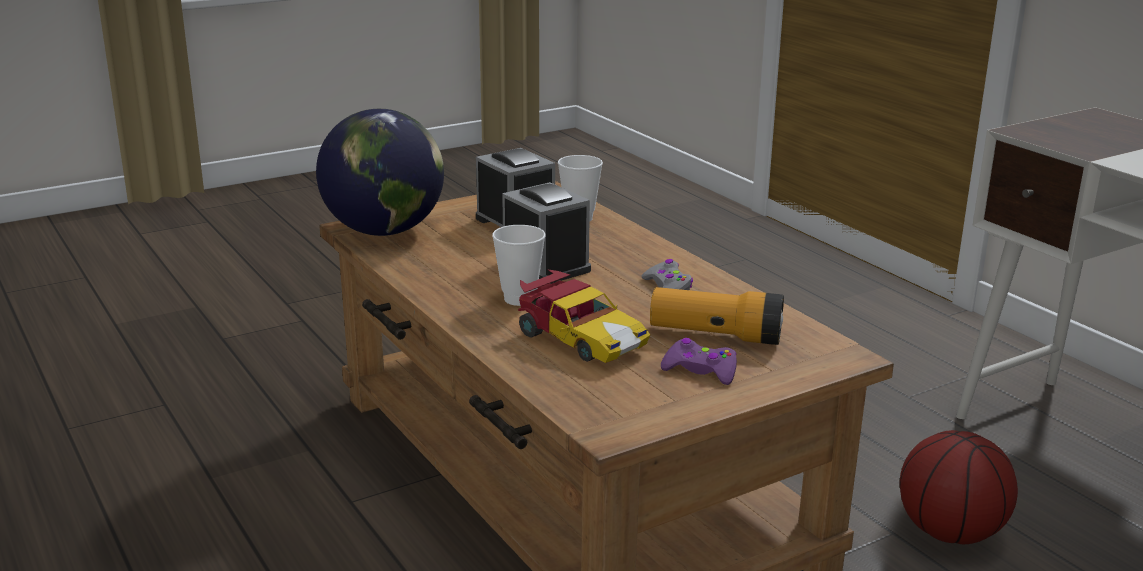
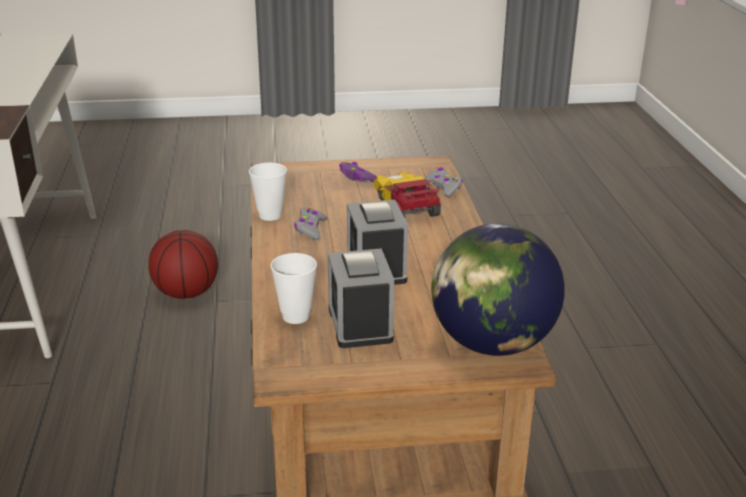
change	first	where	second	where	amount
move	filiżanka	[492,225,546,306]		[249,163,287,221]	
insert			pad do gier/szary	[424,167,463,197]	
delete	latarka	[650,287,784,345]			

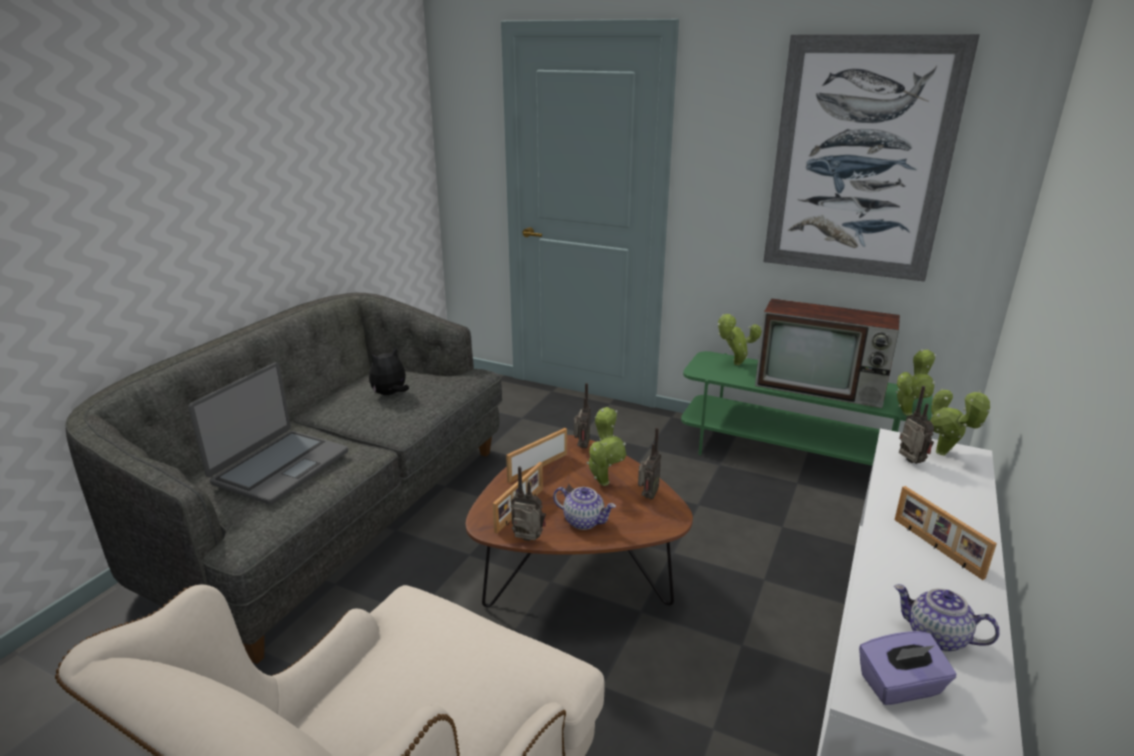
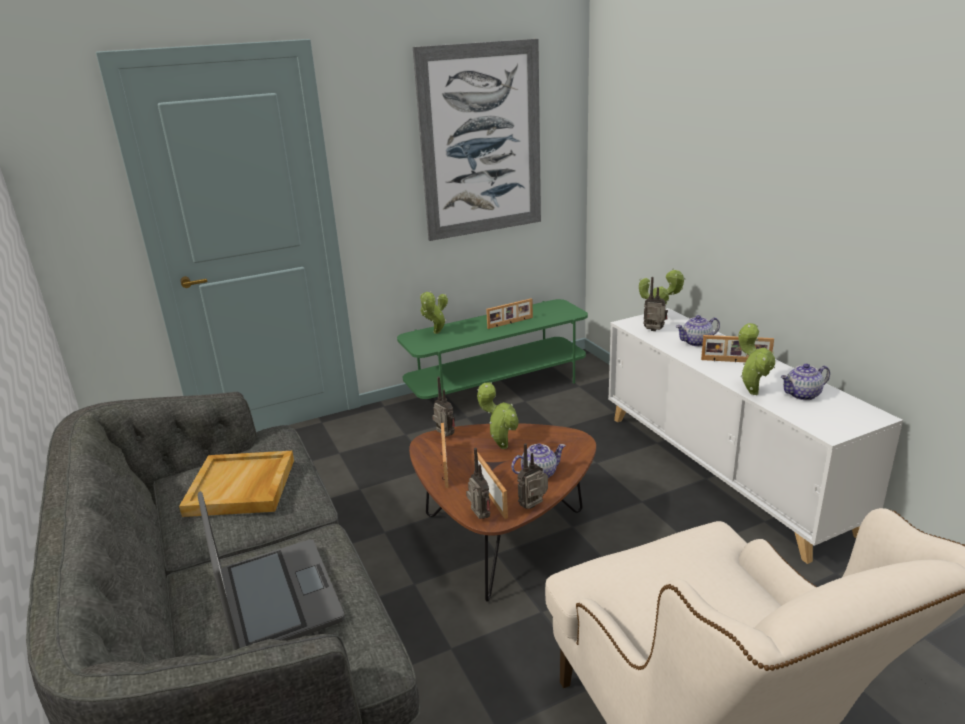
change	first	where	second	where	amount
replace	pluszak	[369,348,409,395]	taca/beżowy	[179,451,294,517]	
move	radio	[638,427,661,500]		[466,448,490,519]	
replace	telewizor	[755,298,900,408]	ramka na zdjęcie	[486,298,533,329]	
insert			imbryk	[676,315,720,347]	
move	roślina doniczkowa	[896,349,936,416]		[739,323,776,395]	
delete	pudełko chusteczek/fioletowy	[859,631,956,705]			

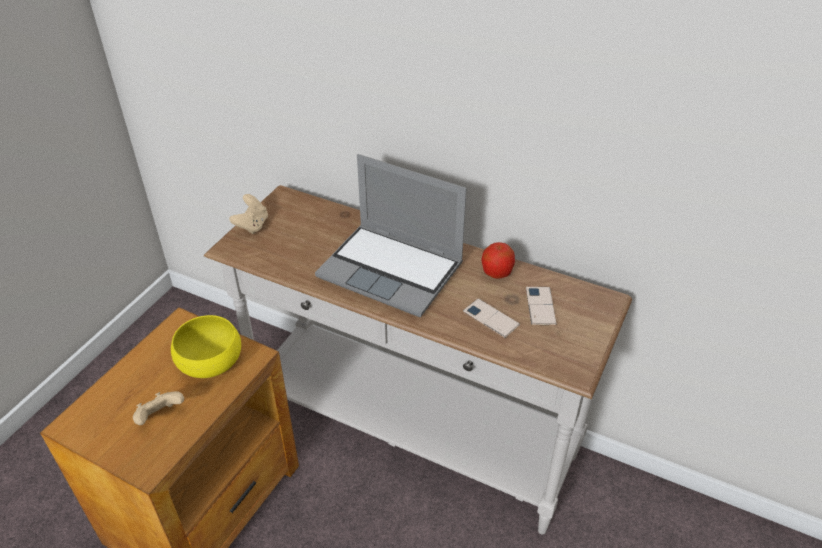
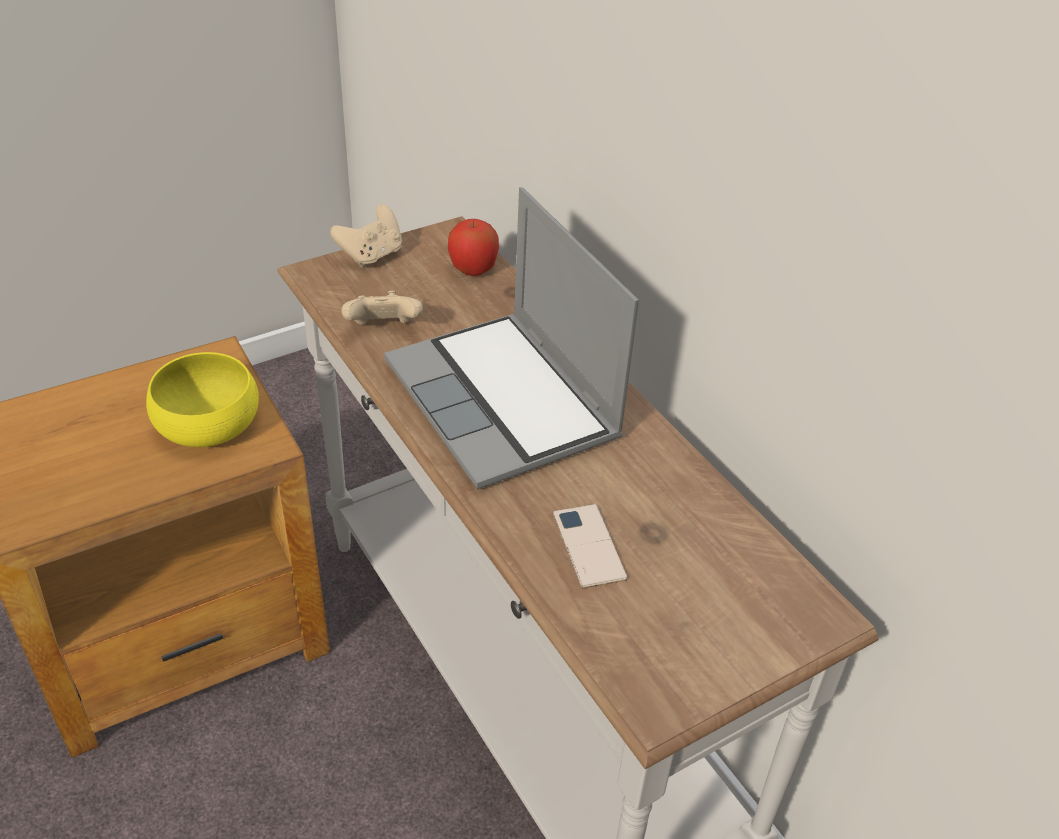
change	first	where	second	where	amount
move	pad do gier/beżowy	[133,391,184,425]		[342,291,423,325]	
move	jabłko	[481,242,515,279]		[448,219,499,276]	
delete	telefon	[526,287,556,325]			

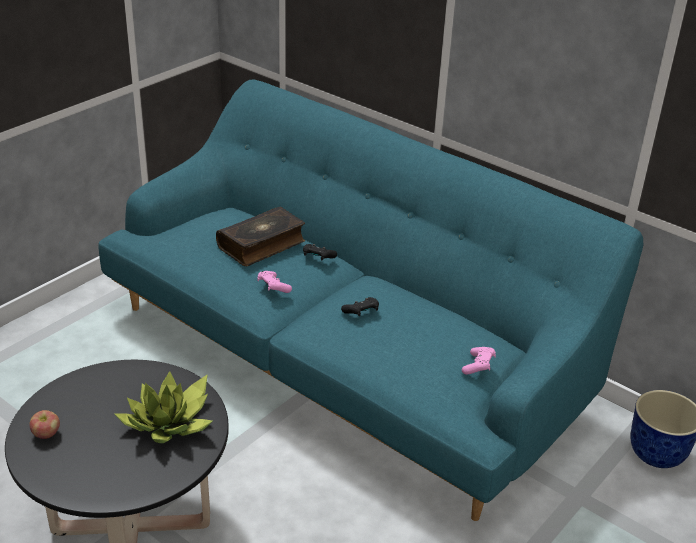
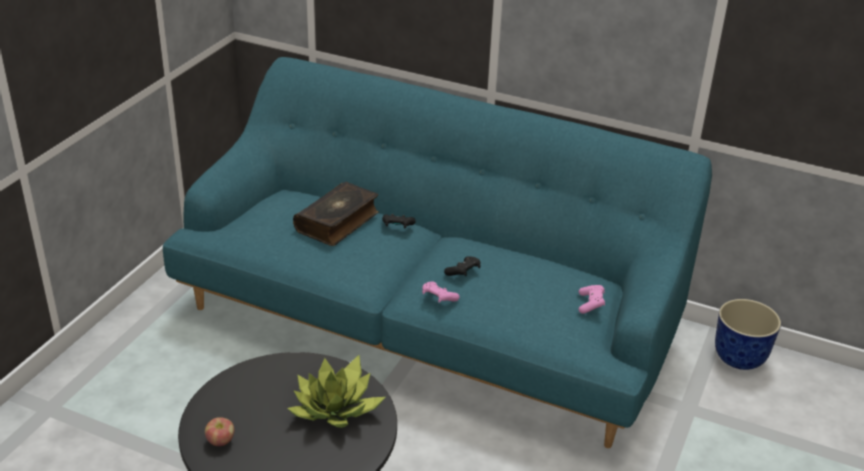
change	first	where	second	where	amount
move	pad do gier/różowy	[257,271,292,293]		[422,281,460,303]	

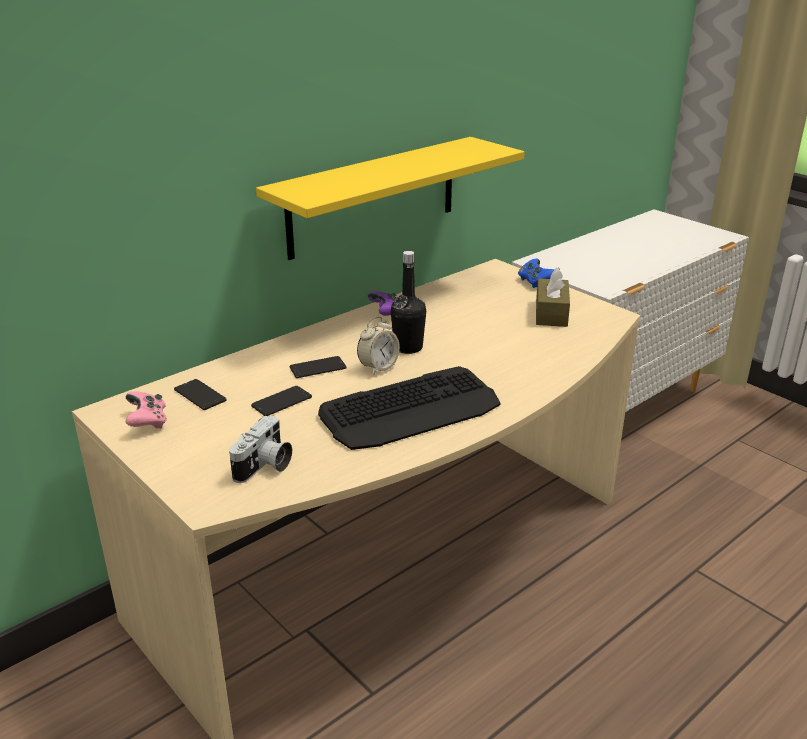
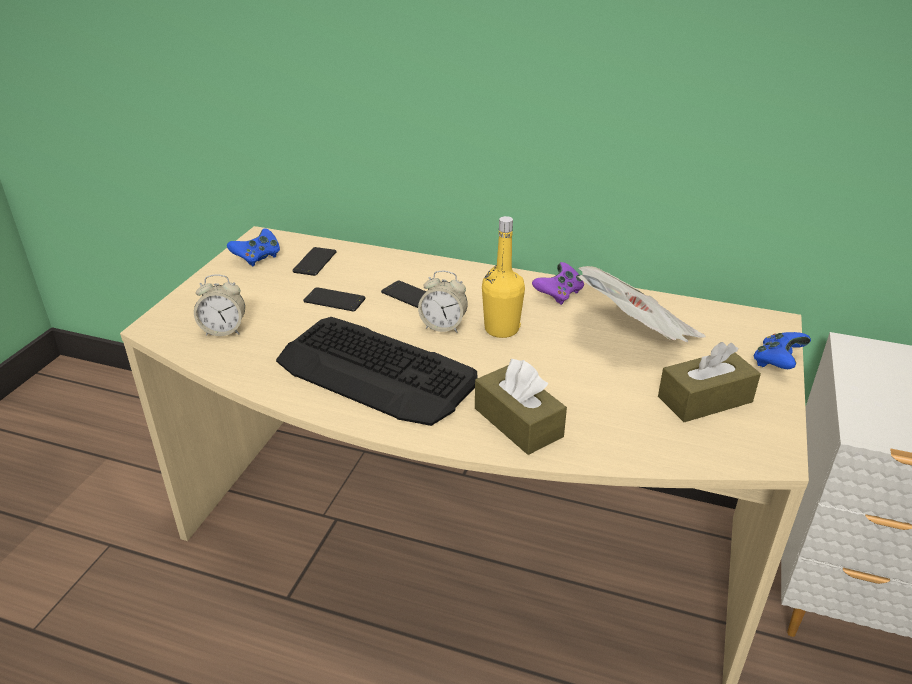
change	first	where	second	where	amount
replace	aparat fotograficzny	[229,416,292,483]	budzik	[194,274,245,336]	
recolor	pad do gier/różowy	[125,391,167,429]	pad do gier/niebieski	[227,228,280,267]	
insert			pudełko chusteczek/brązowy	[475,359,567,455]	
recolor	butelka/czarny	[391,251,426,354]	butelka/żółty	[482,216,525,338]	
insert			gazeta	[577,266,706,342]	
delete	półka/żółty	[256,137,525,260]			

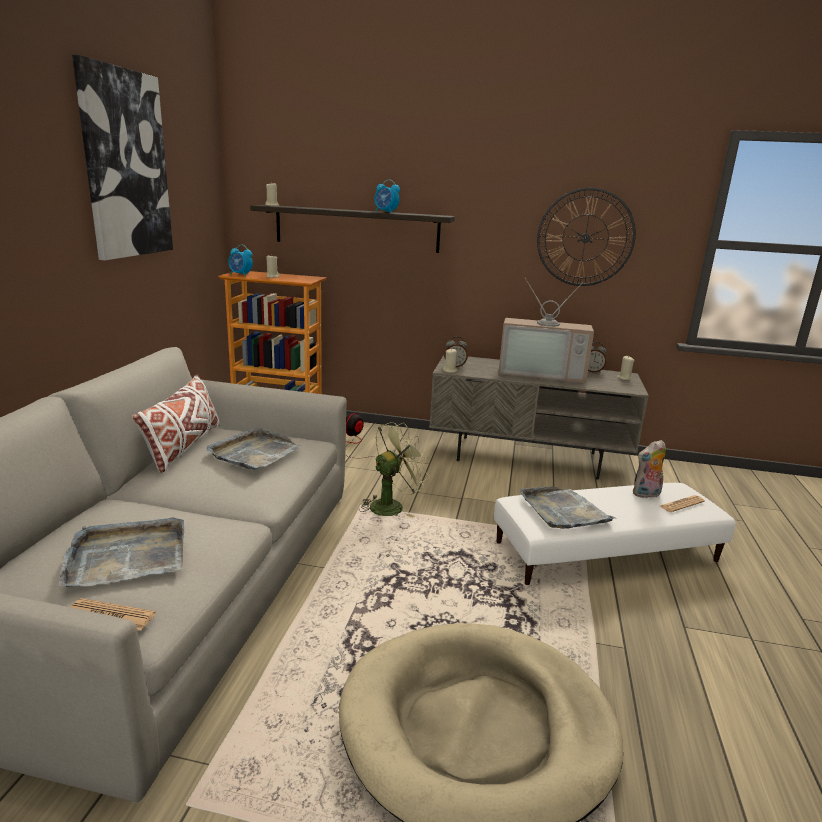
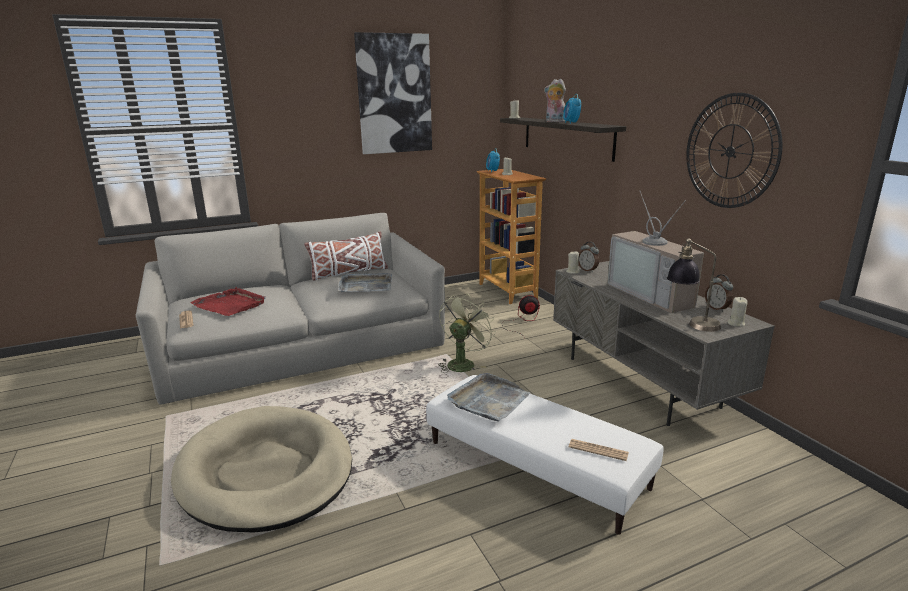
change	first	where	second	where	amount
recolor	taca/szary	[59,517,184,587]	taca/czerwony	[190,287,266,316]	
rotate	wentylator/zielony	[359,422,430,518]		[438,294,496,373]	75 degrees counterclockwise
move	pluszak	[632,440,666,498]		[544,79,566,122]	
insert			lampa stołowa	[667,238,721,332]	

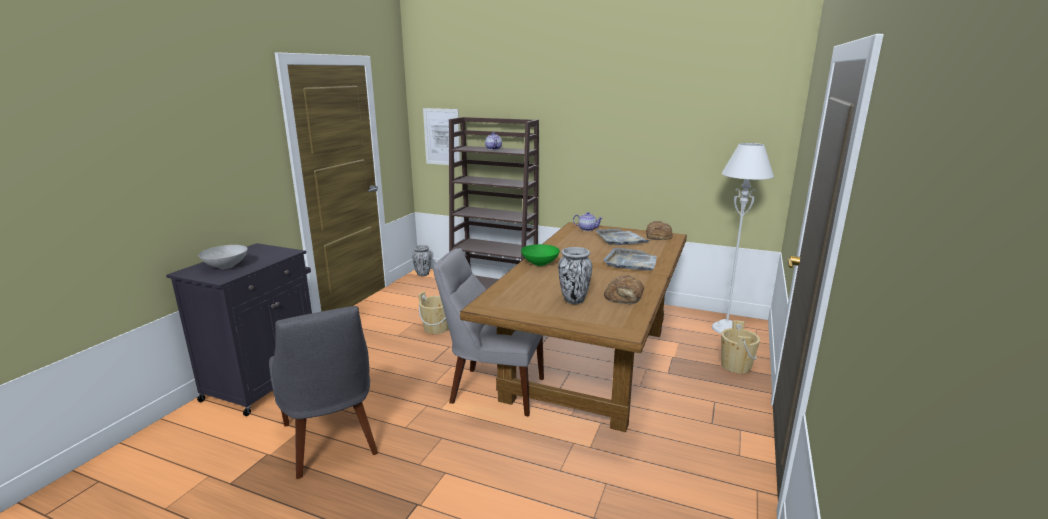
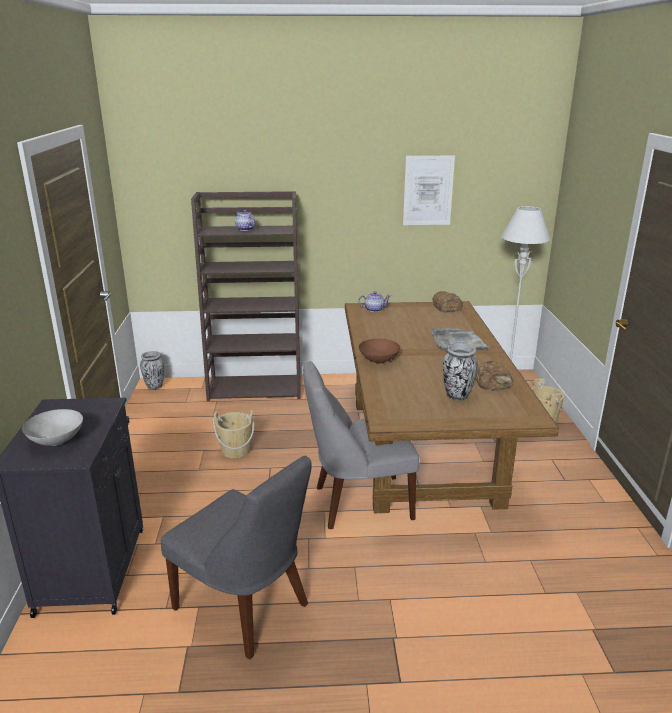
change	first	where	second	where	amount
recolor	miska/zielony	[521,244,560,266]	miska/brązowy	[359,339,400,364]	
move	obraz	[423,108,460,165]		[403,156,455,225]	
delete	taca/szary	[596,229,649,245]			

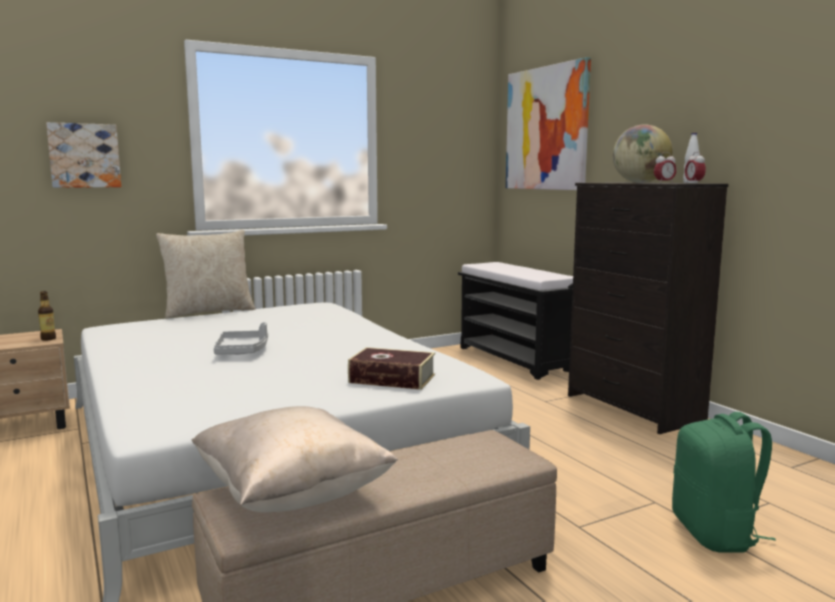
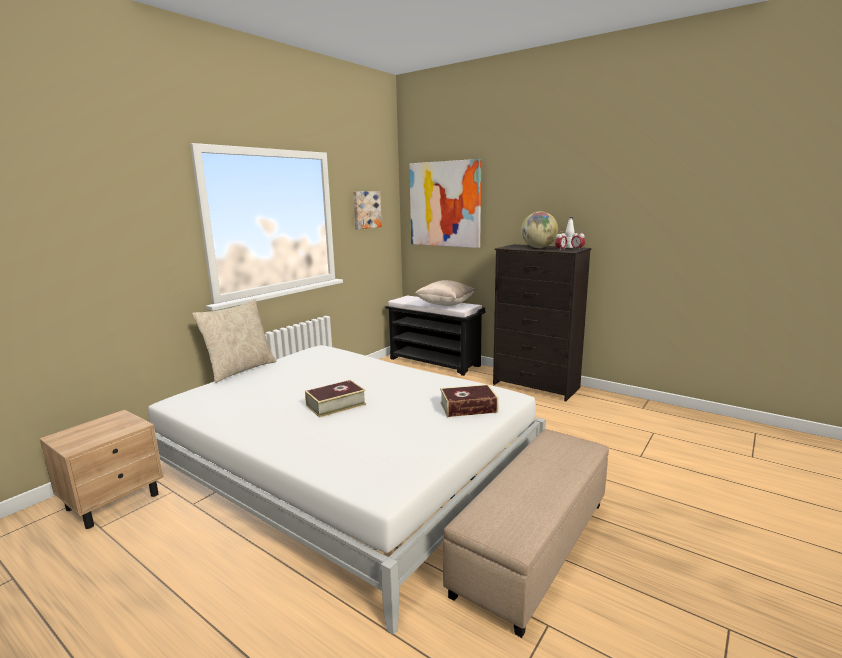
change	first	where	second	where	amount
replace	taca/szary	[214,322,268,355]	książka	[305,380,366,418]	
move	obraz	[46,122,121,188]		[353,191,382,229]	
move	poduszka/beżowy	[191,406,398,512]		[415,280,475,306]	
delete	butelka	[38,291,56,341]			
delete	plecak/zielony	[672,412,776,552]			

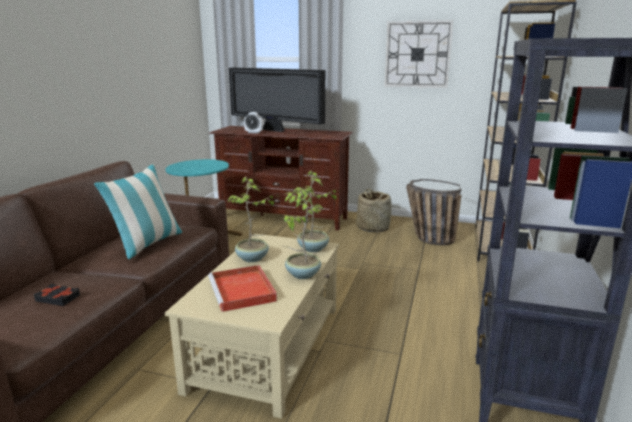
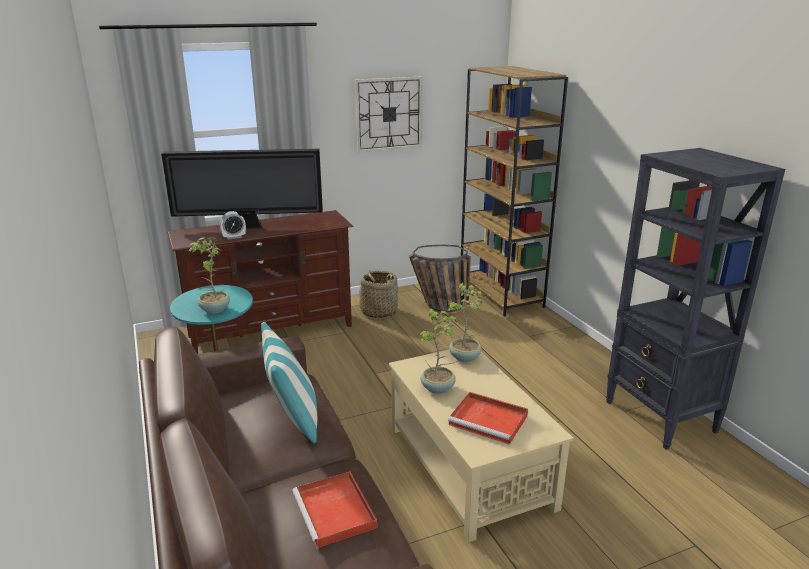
change	first	where	second	where	amount
move	roślina doniczkowa	[284,189,324,279]		[189,237,230,314]	
replace	książka/czarny	[34,284,80,306]	taca/czerwony	[292,472,377,548]	

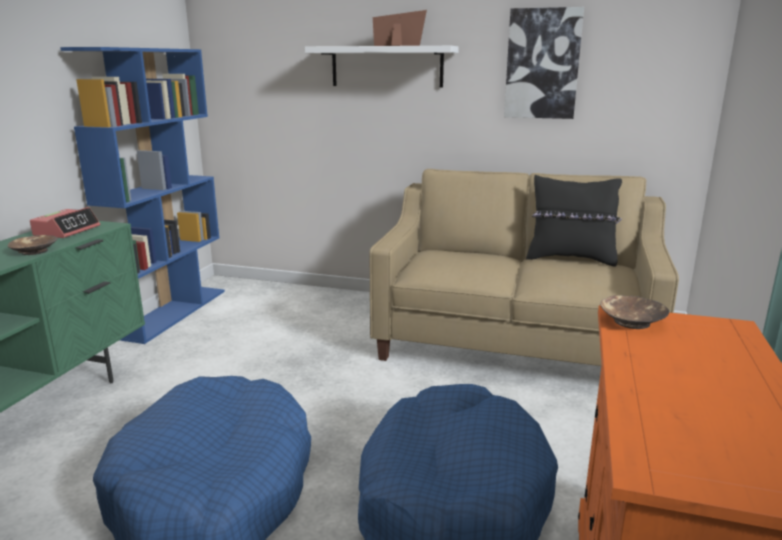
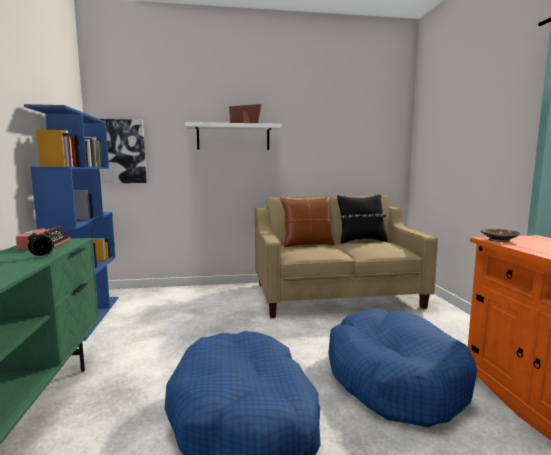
change	first	where	second	where	amount
replace	miska/brązowy	[8,235,58,255]	budzik	[28,228,54,258]	
move	obraz	[504,7,584,119]		[100,119,147,183]	
insert			poduszka/brązowy	[280,197,335,247]	

